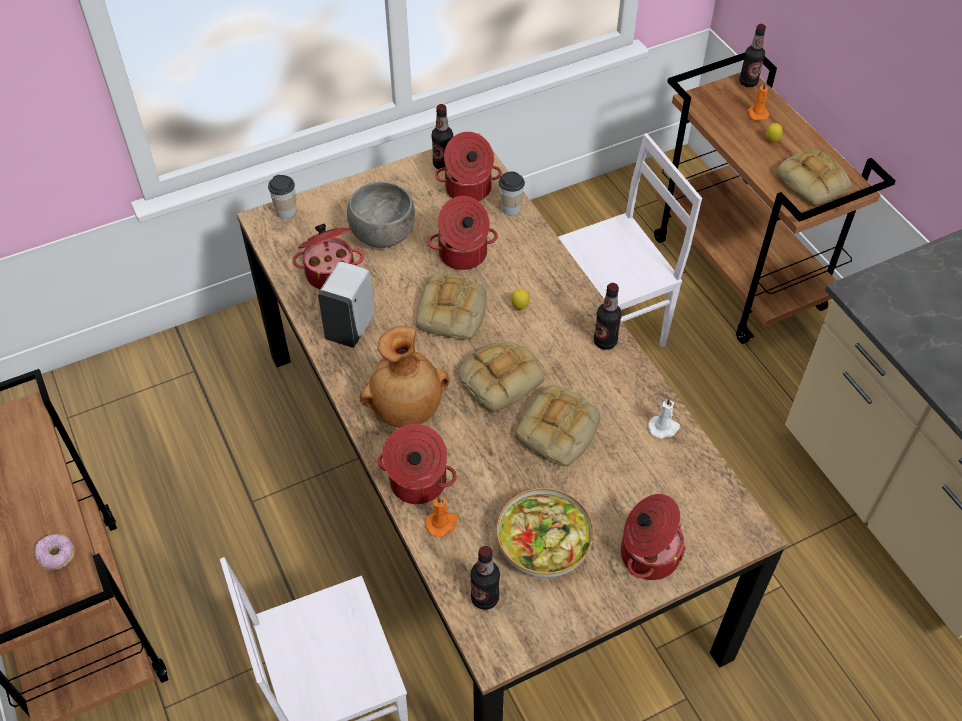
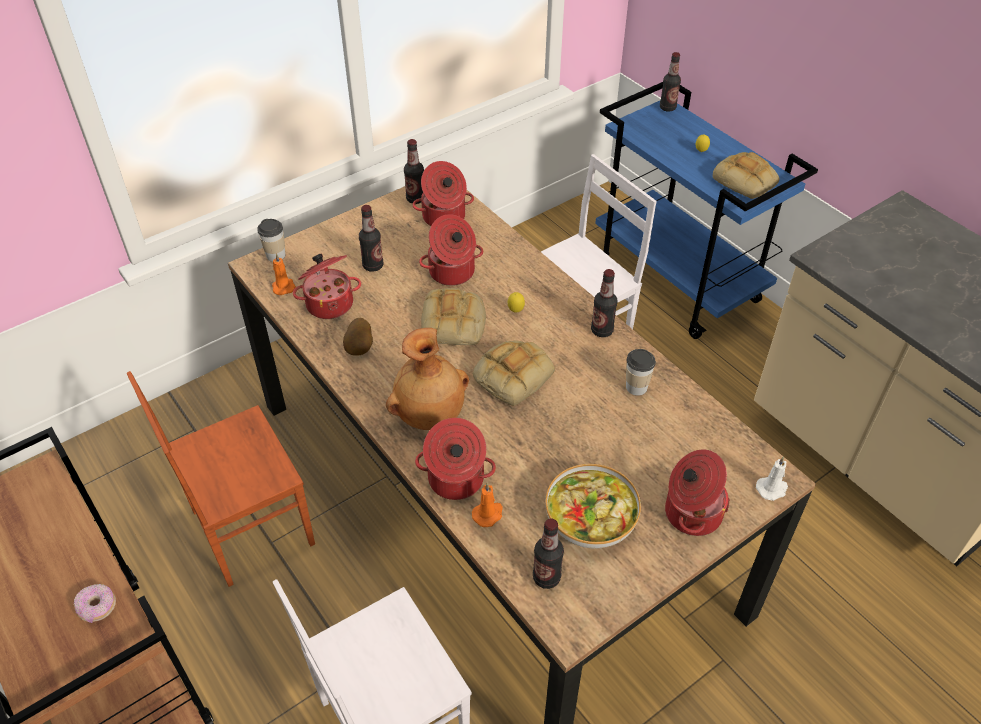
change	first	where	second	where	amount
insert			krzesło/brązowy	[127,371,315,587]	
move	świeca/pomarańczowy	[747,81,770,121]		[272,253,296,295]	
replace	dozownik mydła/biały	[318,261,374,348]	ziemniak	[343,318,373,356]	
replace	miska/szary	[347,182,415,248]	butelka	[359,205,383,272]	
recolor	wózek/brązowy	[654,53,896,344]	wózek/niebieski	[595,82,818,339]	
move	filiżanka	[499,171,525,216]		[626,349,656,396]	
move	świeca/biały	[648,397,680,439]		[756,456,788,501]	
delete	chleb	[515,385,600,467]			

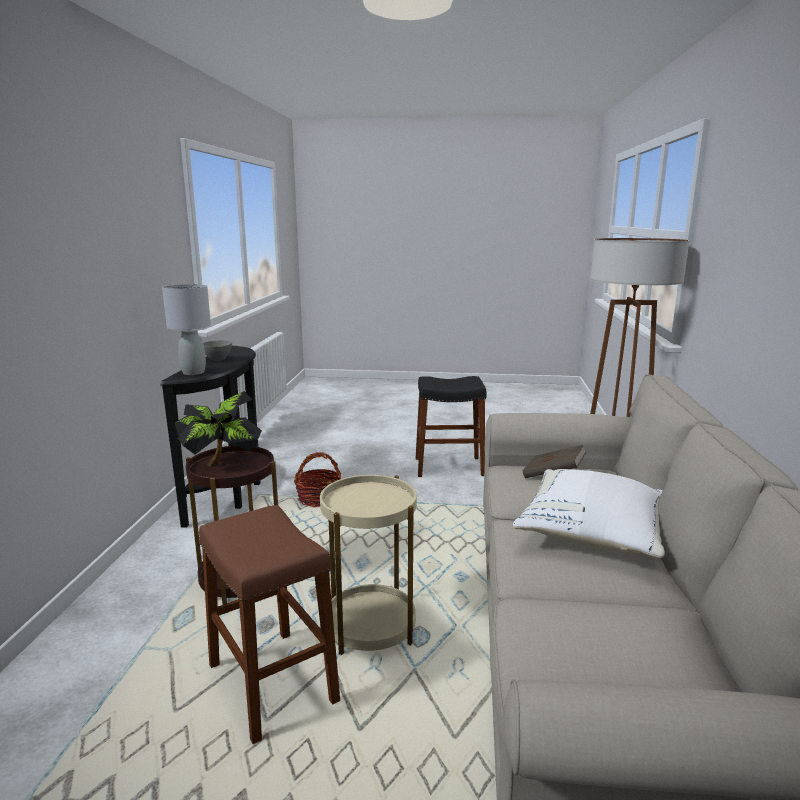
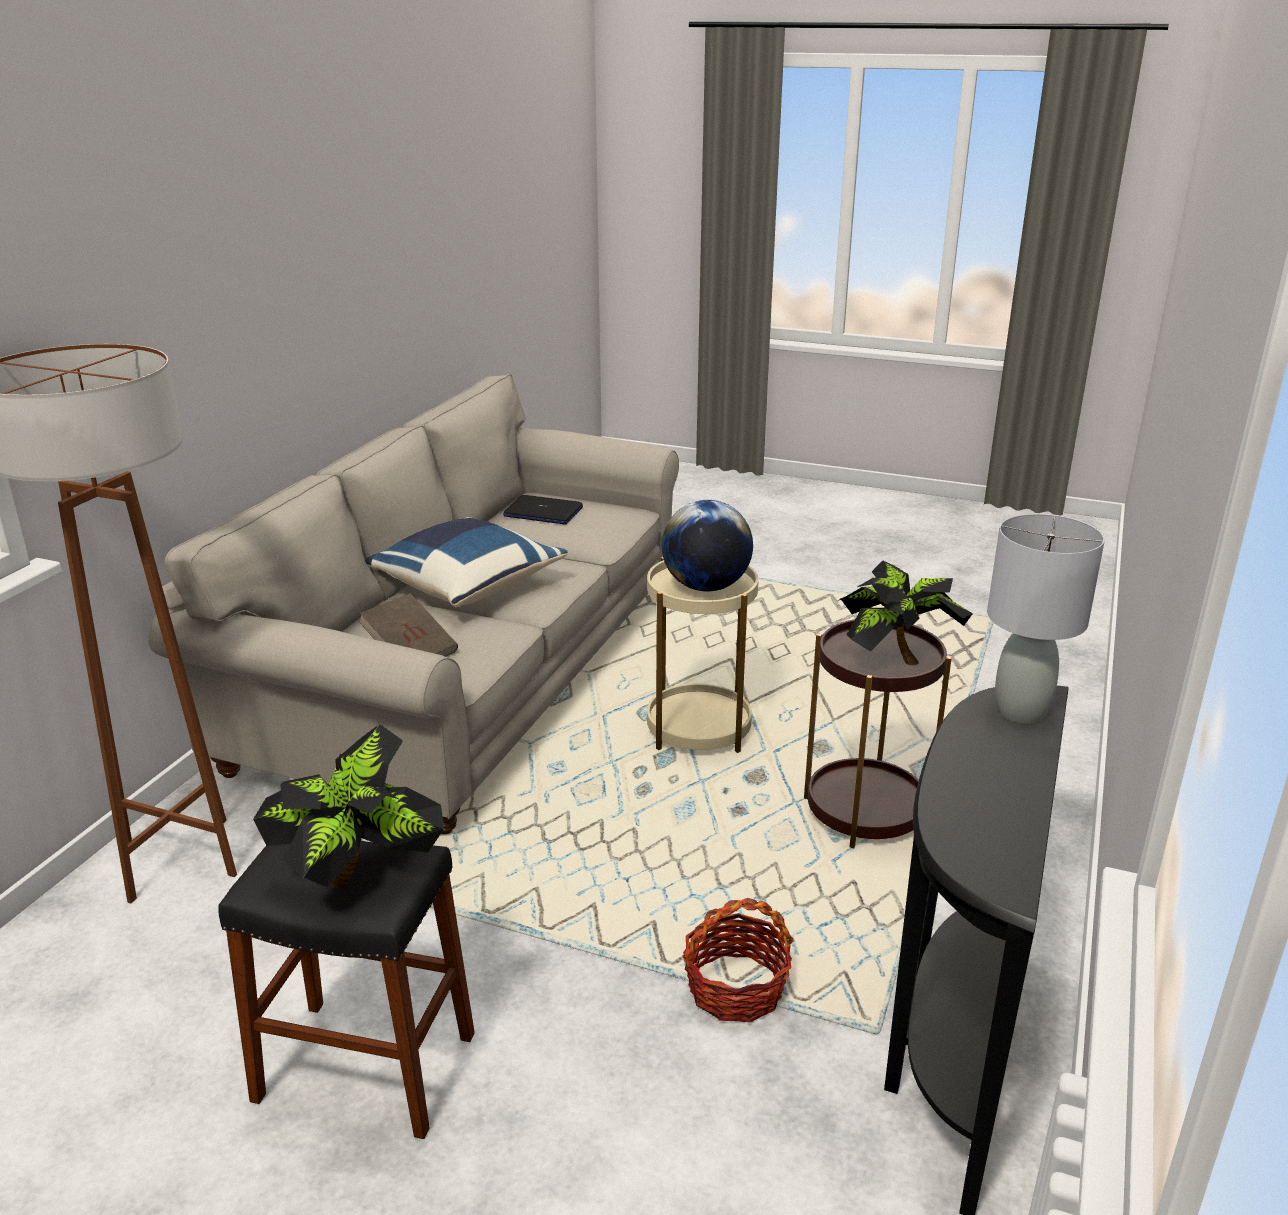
change	first	where	second	where	amount
insert			roślina doniczkowa	[253,724,444,888]	
recolor	poduszka/biały	[513,469,665,558]	poduszka/niebieski	[365,517,567,607]	
insert			laptop	[503,495,583,525]	
insert			globus	[662,500,753,591]	
delete	stołek/brązowy	[199,505,340,744]			
delete	miska/szary	[203,340,232,361]			

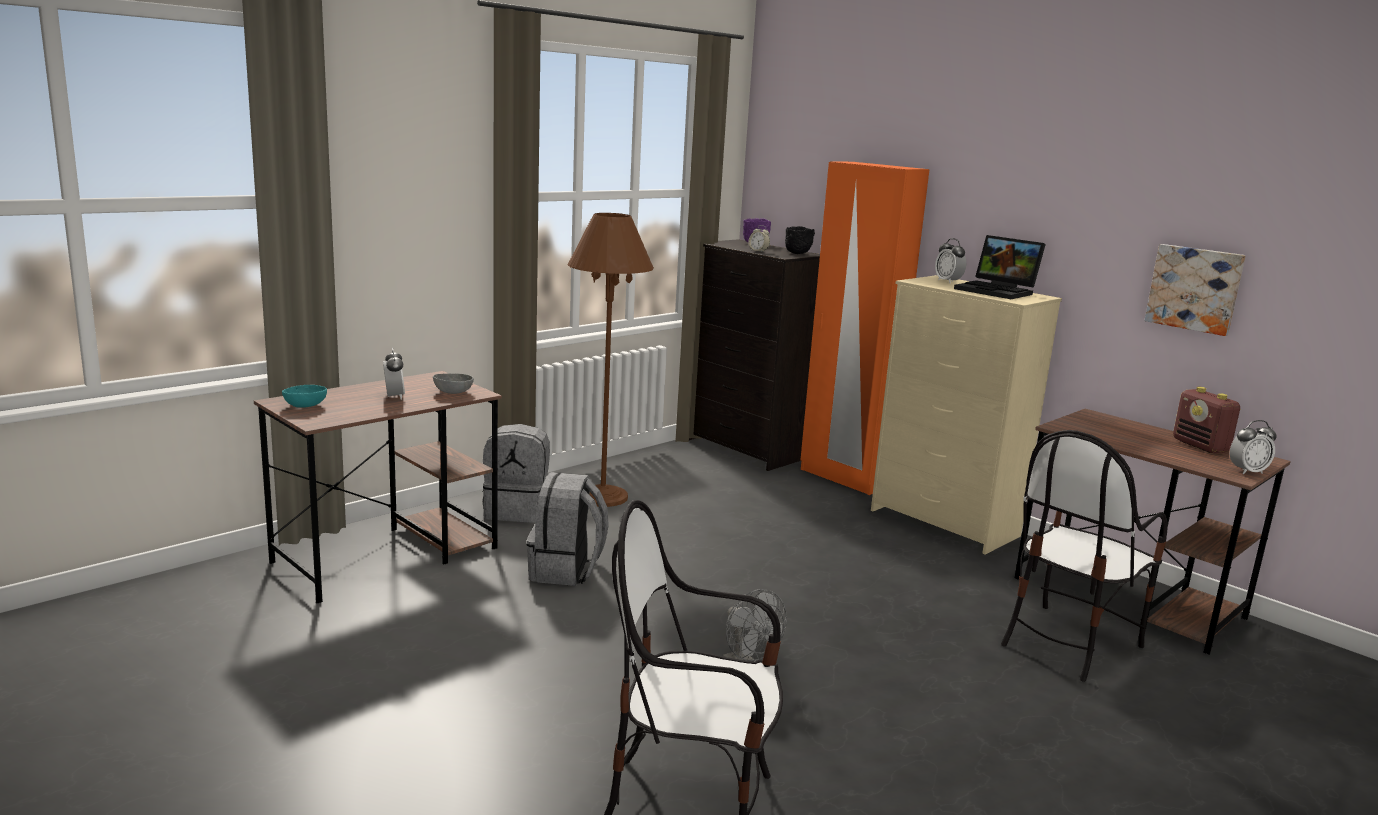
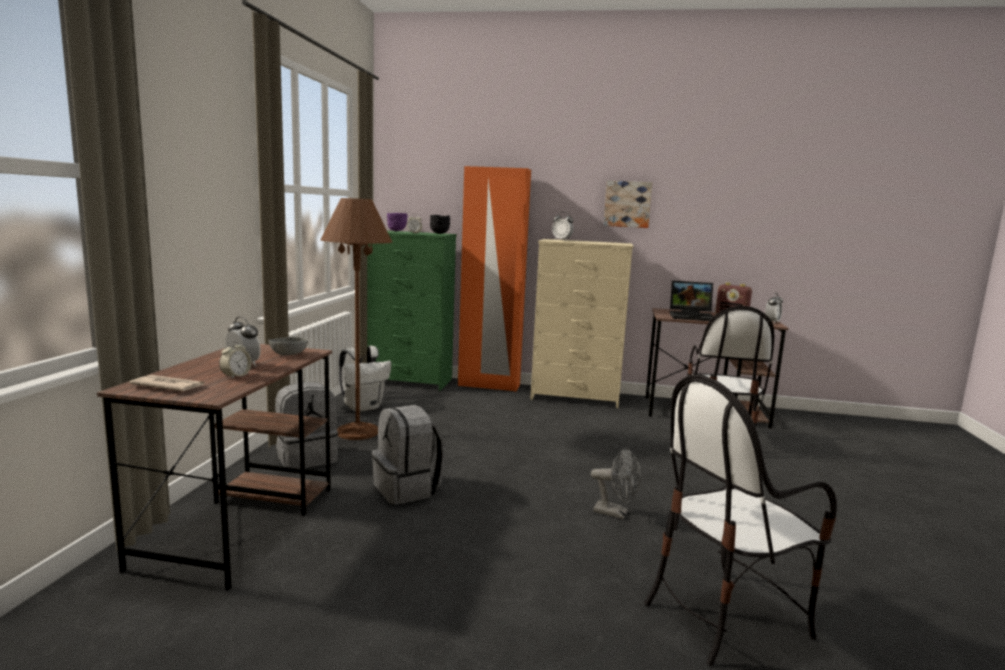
change	first	where	second	where	amount
replace	miska/turkusowy	[282,385,327,408]	gazeta	[129,375,206,391]	
insert			budzik	[219,340,252,379]	
insert			plecak/biały	[339,346,391,412]	
recolor	komoda/czarny	[689,239,820,471]	komoda/zielony	[367,231,457,391]	
move	obraz	[1145,244,1246,336]		[603,181,652,228]	
move	laptop	[954,235,1046,299]		[670,281,715,321]	

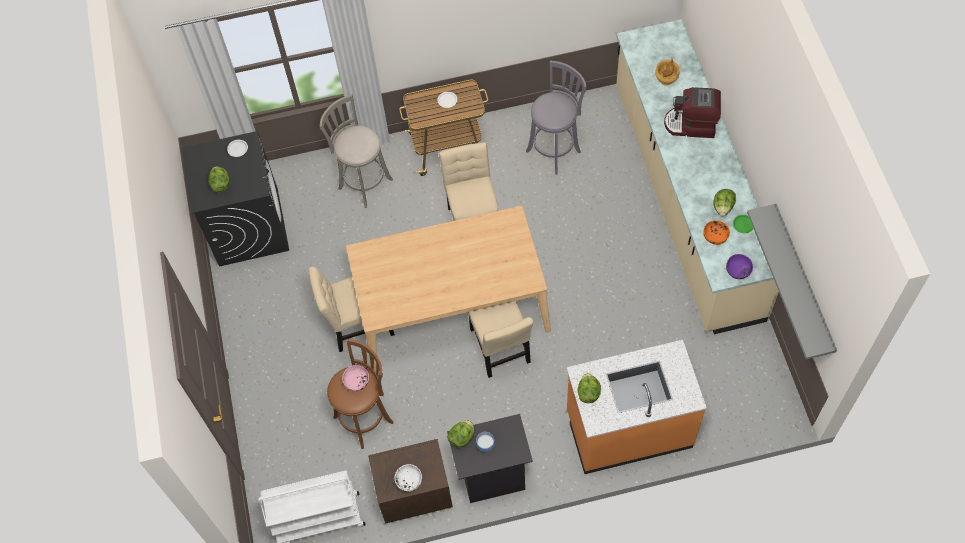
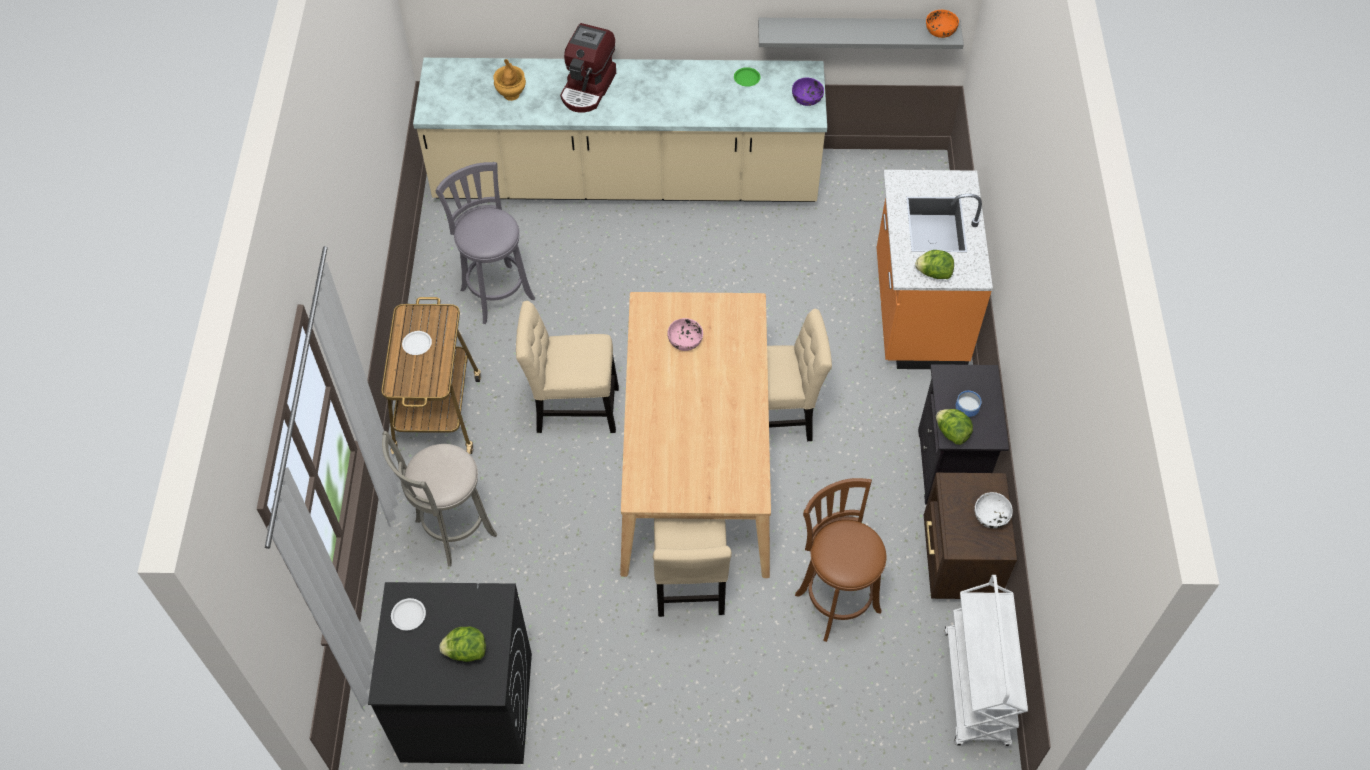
change	first	where	second	where	amount
move	miska/różowy	[342,365,369,391]		[667,318,703,351]	
move	miska/pomarańczowy	[703,220,730,245]		[926,10,959,38]	
delete	sałata	[713,189,736,216]			

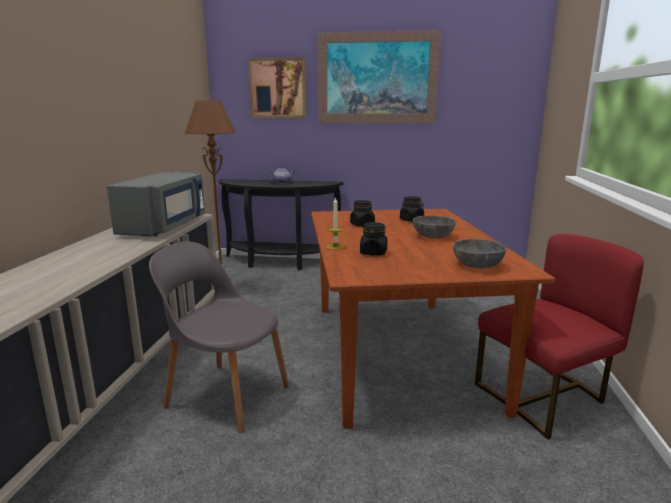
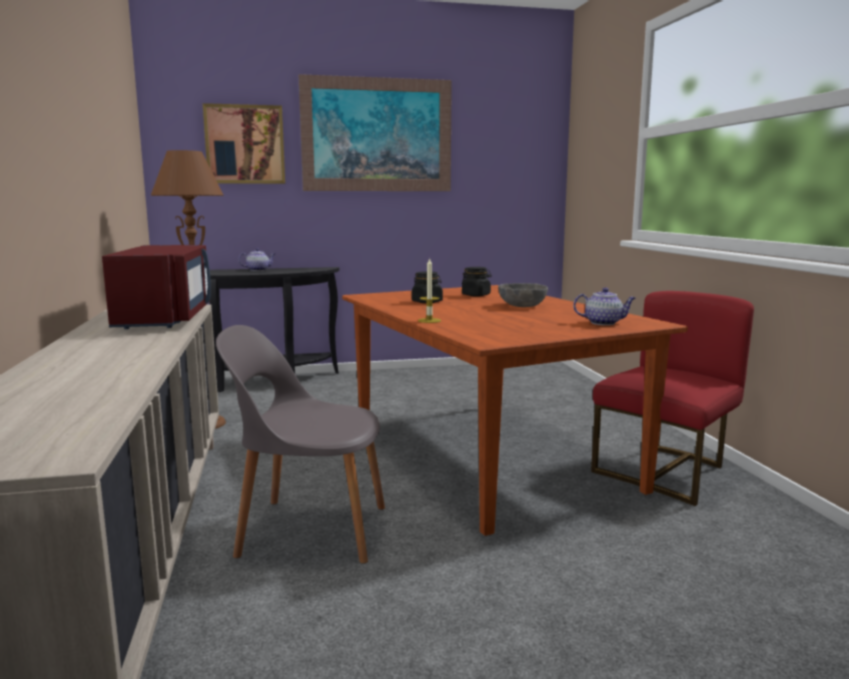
change	first	where	second	where	amount
recolor	mikrofalówka/szary	[107,172,205,236]	mikrofalówka/czerwony	[102,245,211,329]	
replace	miska/szary	[453,238,506,268]	imbryk	[573,288,635,325]	
delete	słoik/czarny	[360,222,387,256]			

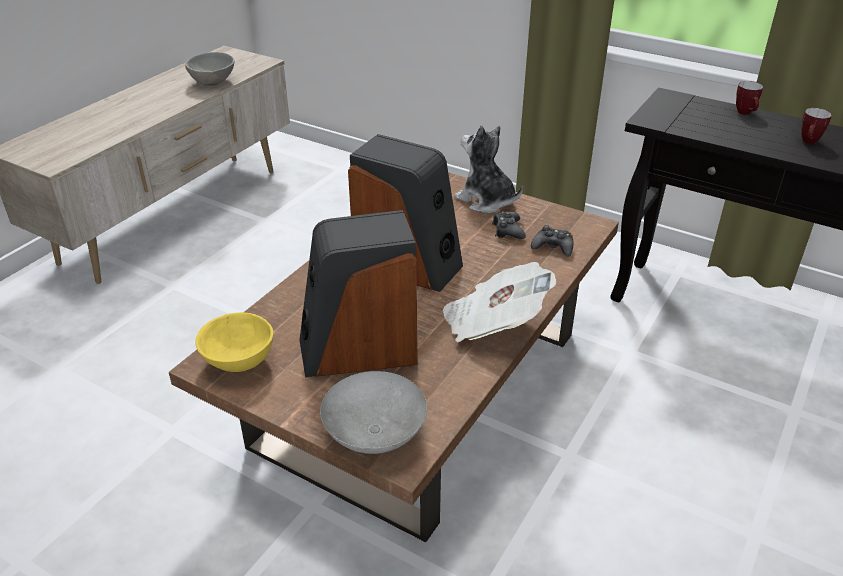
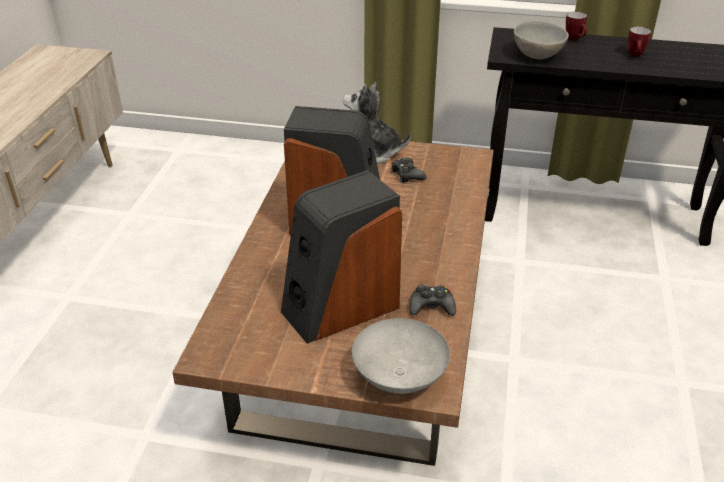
change	first	where	second	where	amount
move	pad do gier/czarny	[531,225,573,257]		[410,284,456,316]	
move	miska/szary	[185,52,234,86]		[514,21,569,60]	
delete	miska/żółty	[195,312,274,372]			
delete	gazeta	[442,262,556,342]			

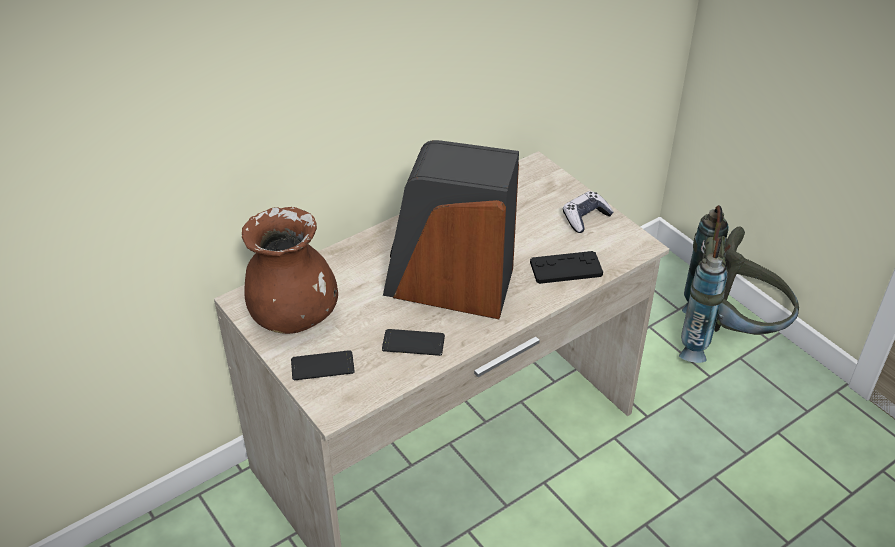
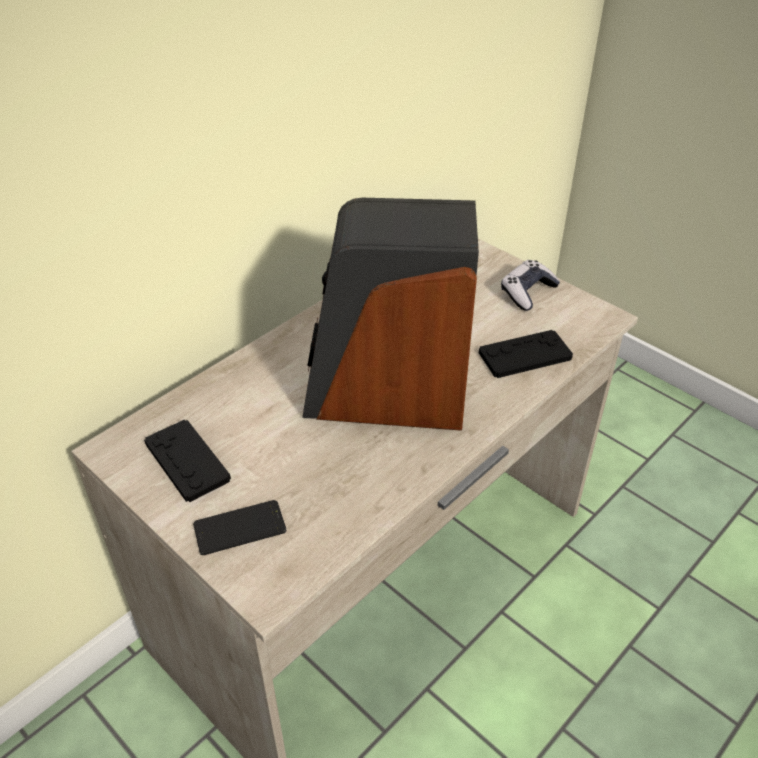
change	first	where	second	where	amount
replace	wazon/brązowy	[242,207,338,334]	pad do gier/czarny	[144,420,231,502]	
delete	telefon	[382,329,445,356]			
delete	plecak/szary	[679,205,799,363]			

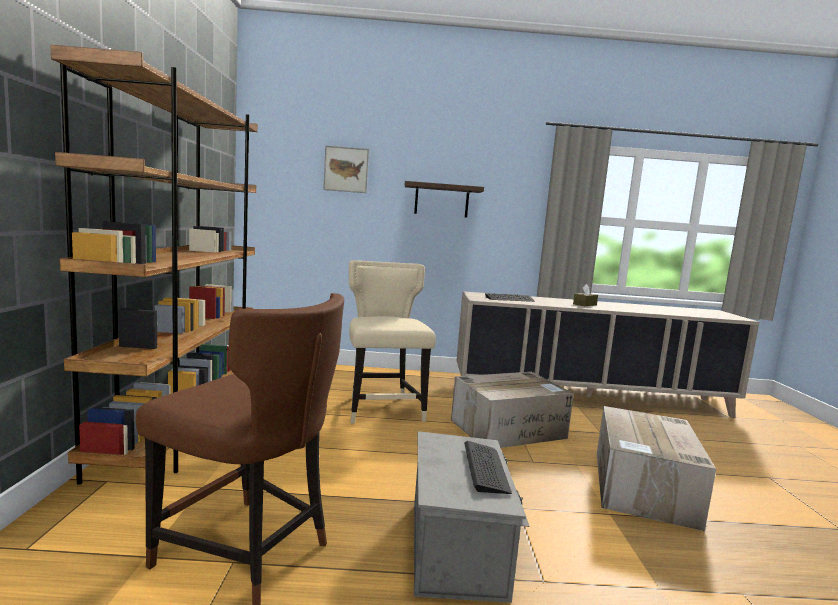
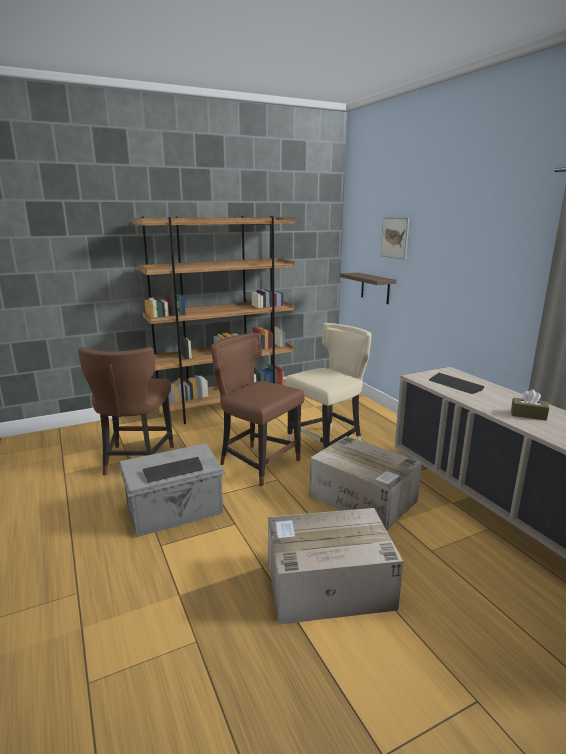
change	first	where	second	where	amount
insert			krzesło/brązowy	[211,333,304,487]	
move	półka	[405,181,484,218]		[340,272,396,304]	

